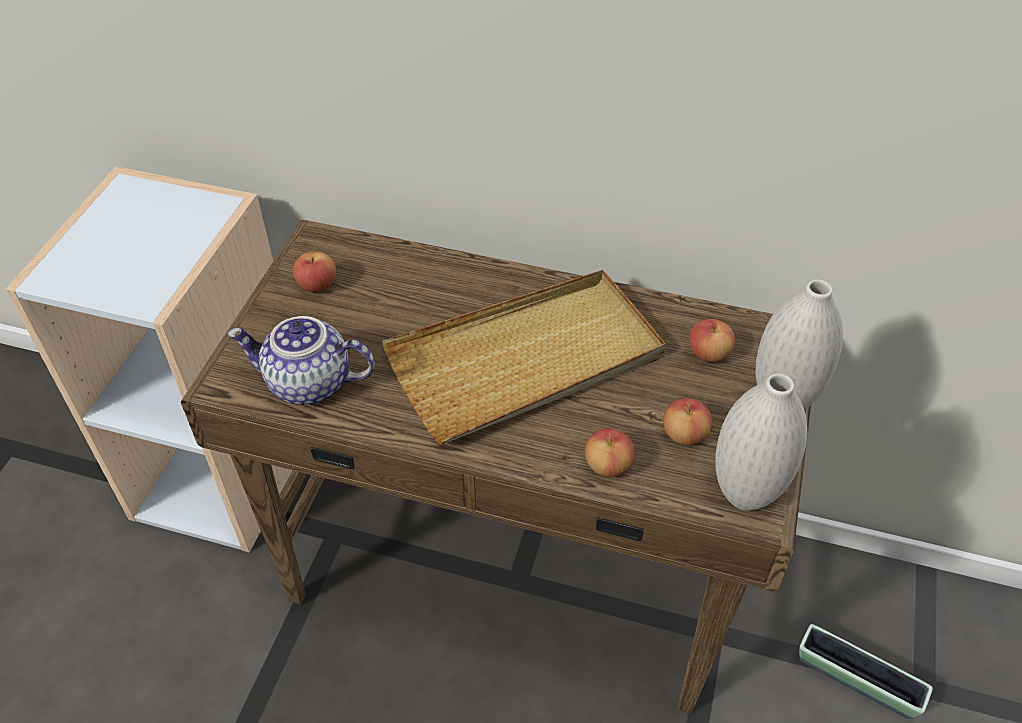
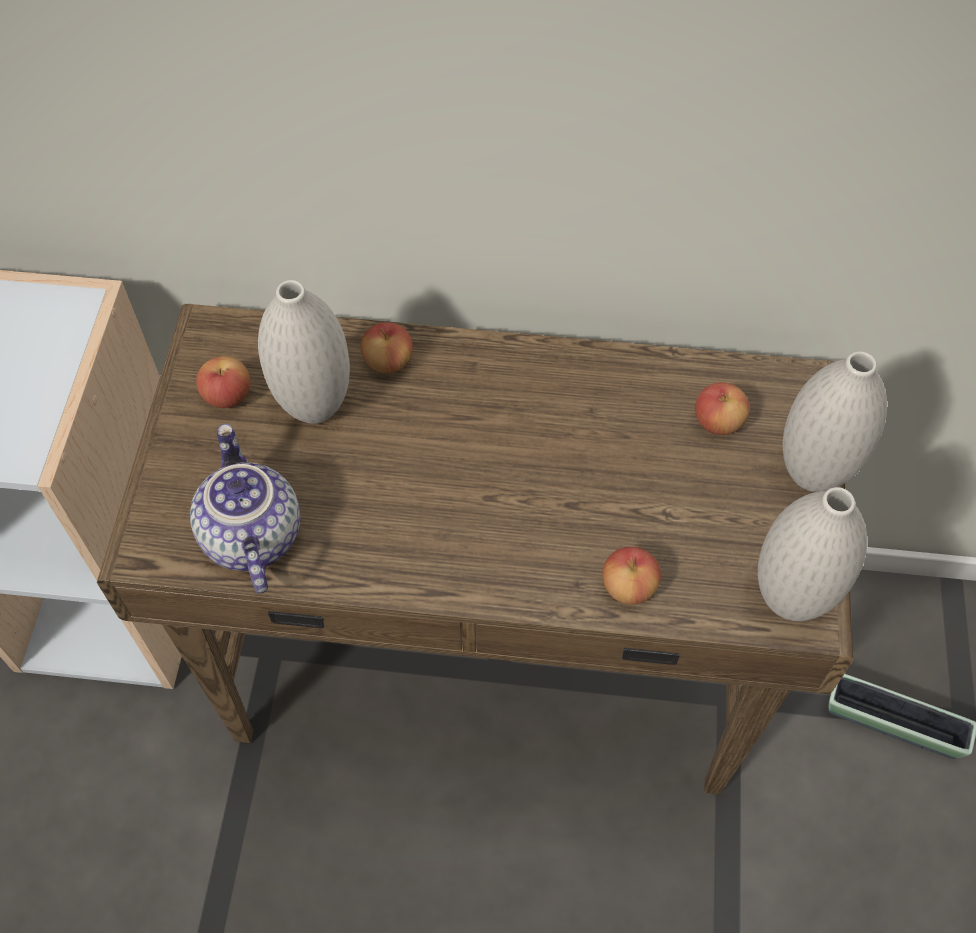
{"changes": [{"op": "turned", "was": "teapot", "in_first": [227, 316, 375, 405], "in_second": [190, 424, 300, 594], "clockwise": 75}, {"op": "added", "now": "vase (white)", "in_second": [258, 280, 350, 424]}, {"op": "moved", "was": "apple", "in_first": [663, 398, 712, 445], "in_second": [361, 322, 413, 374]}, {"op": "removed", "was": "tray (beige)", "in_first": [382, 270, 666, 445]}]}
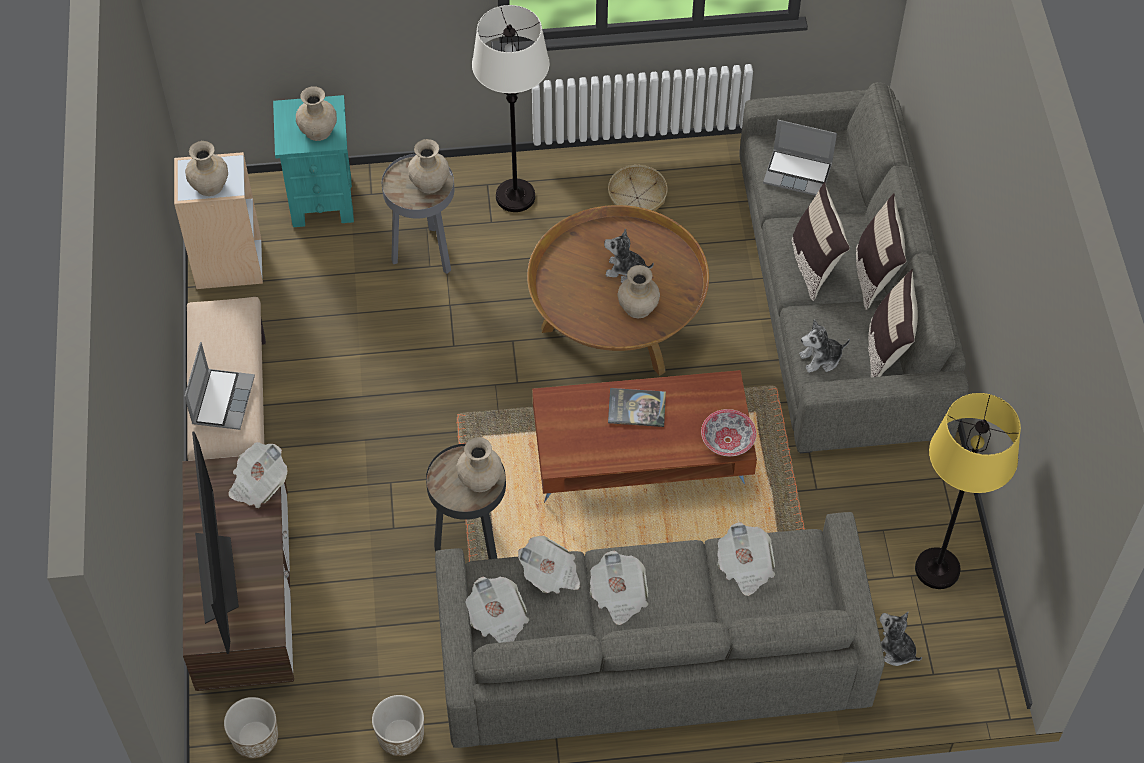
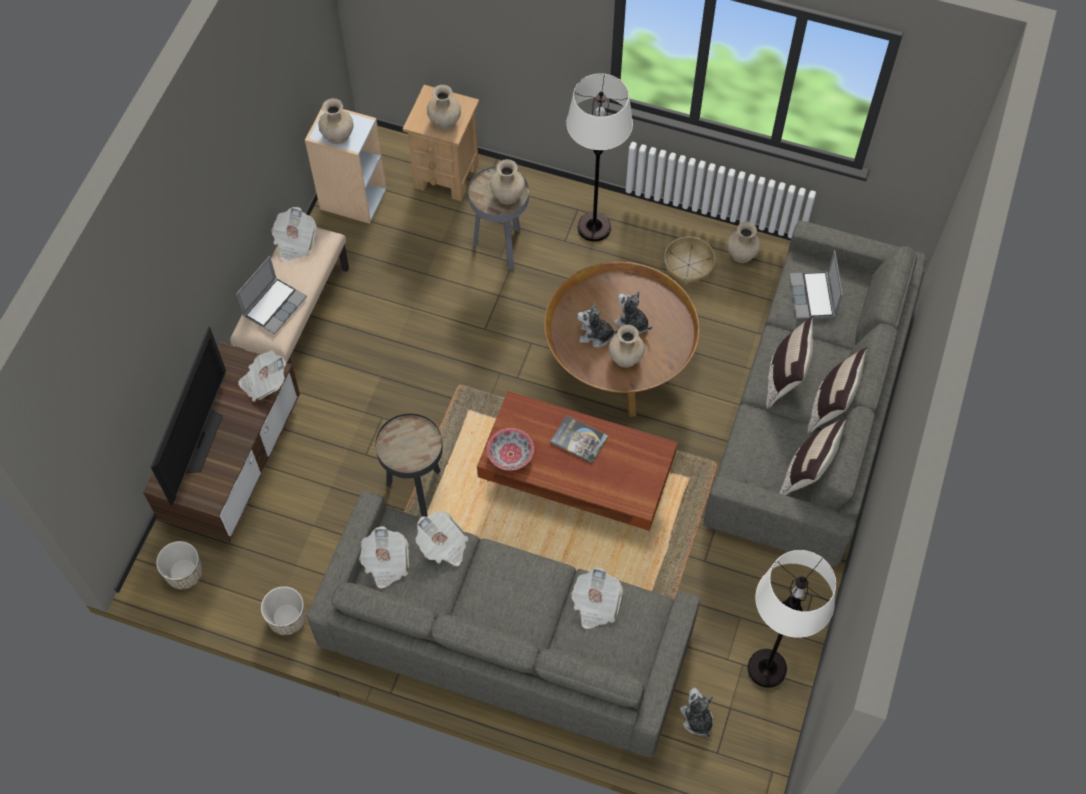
{"changes": [{"op": "moved", "was": "newspaper", "in_first": [590, 551, 648, 625], "in_second": [271, 207, 317, 261]}, {"op": "recoloured", "was": "nightstand (turquoise)", "now": "nightstand (beige)", "in_first": [273, 95, 354, 227], "in_second": [403, 85, 479, 201]}, {"op": "moved", "was": "bowl", "in_first": [701, 409, 756, 456], "in_second": [487, 428, 534, 470]}, {"op": "moved", "was": "plush toy", "in_first": [799, 319, 850, 373], "in_second": [577, 302, 618, 347]}, {"op": "moved", "was": "vase (beige)", "in_first": [456, 437, 503, 492], "in_second": [727, 222, 761, 263]}, {"op": "recoloured", "was": "floor lamp (yellow)", "now": "floor lamp (white)", "in_first": [915, 393, 1021, 589], "in_second": [748, 550, 836, 688]}, {"op": "turned", "was": "laptop", "in_first": [763, 120, 837, 196], "in_second": [789, 250, 843, 319], "clockwise": 45}]}
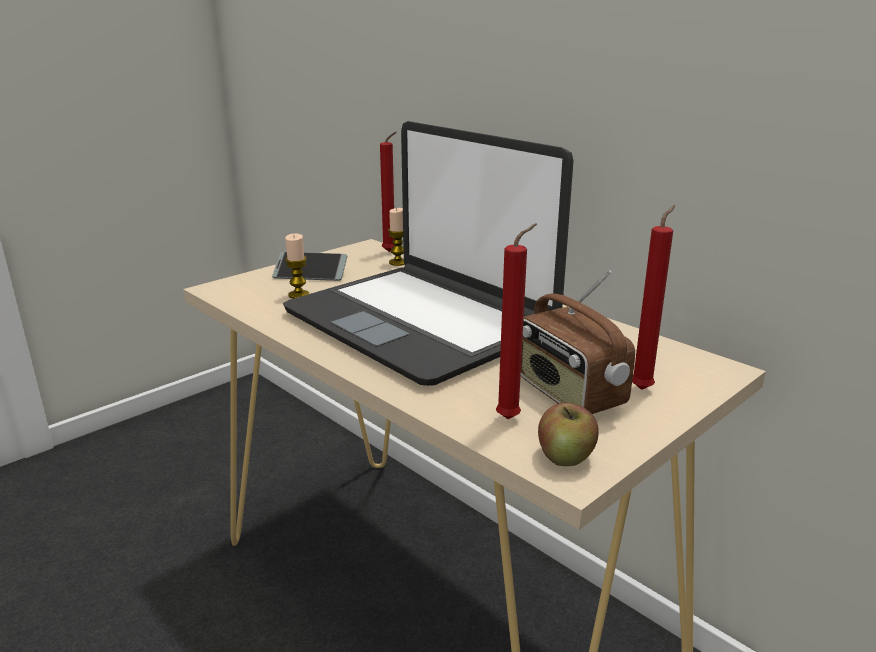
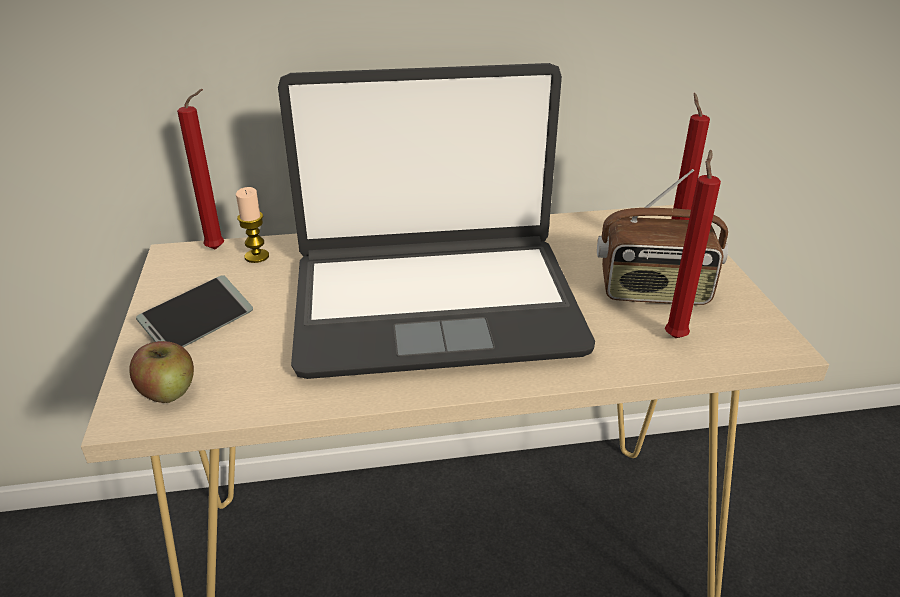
{"changes": [{"op": "moved", "was": "apple", "in_first": [538, 403, 599, 466], "in_second": [129, 341, 194, 403]}, {"op": "removed", "was": "candle", "in_first": [285, 233, 309, 299]}]}
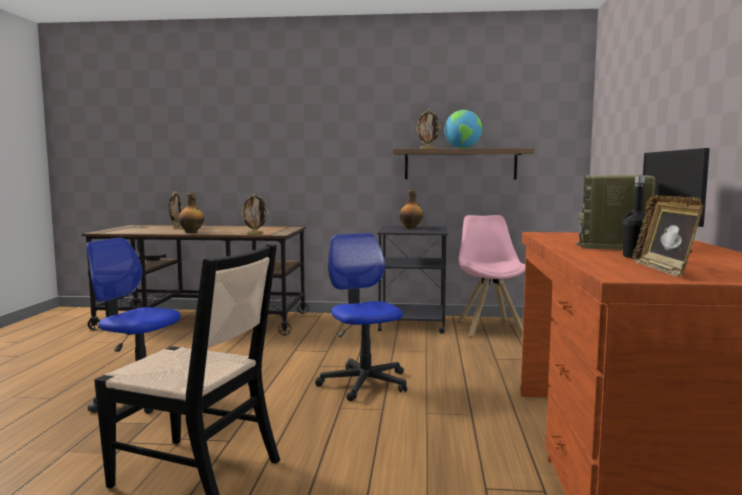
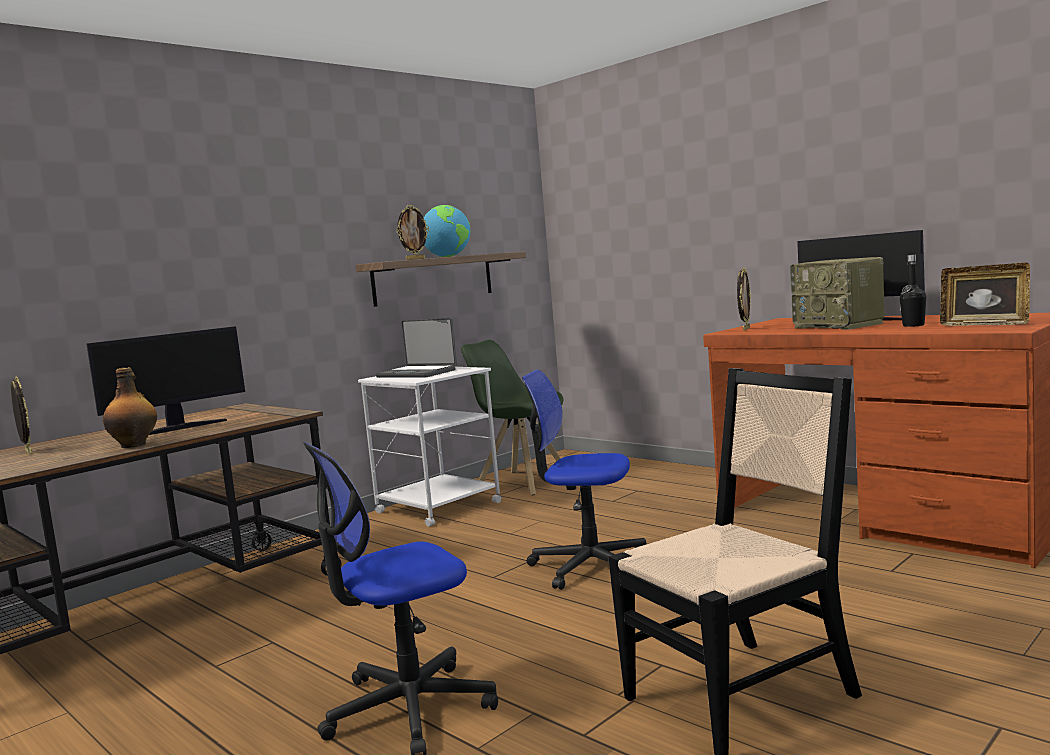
{"changes": [{"op": "added", "now": "monitor", "in_second": [86, 326, 245, 435]}, {"op": "recoloured", "was": "cart (black)", "now": "cart (white)", "in_first": [377, 226, 448, 334], "in_second": [358, 367, 502, 527]}, {"op": "replaced", "was": "bottle", "now": "laptop", "in_first": [399, 190, 423, 229], "in_second": [376, 318, 457, 378]}, {"op": "recoloured", "was": "chair (pink)", "now": "chair (green)", "in_first": [457, 215, 525, 337], "in_second": [461, 340, 563, 495]}, {"op": "moved", "was": "picture frame", "in_first": [241, 194, 268, 235], "in_second": [737, 267, 751, 331]}]}
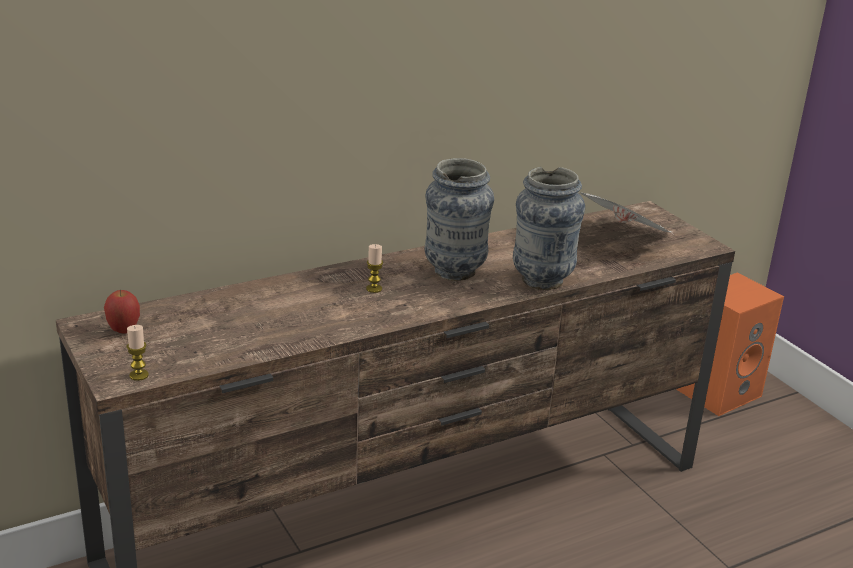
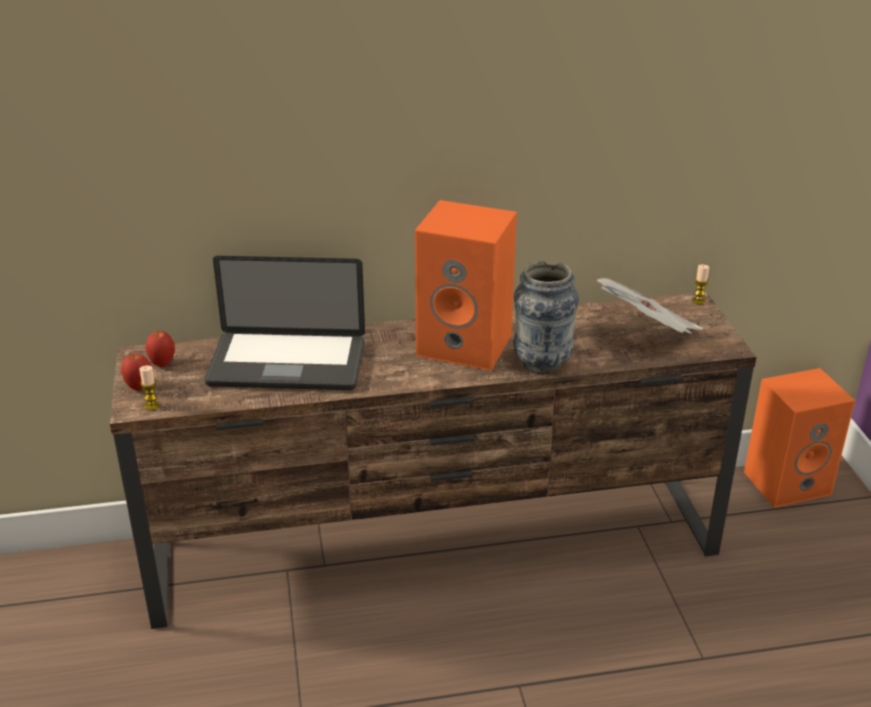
{"changes": [{"op": "added", "now": "apple", "in_second": [121, 354, 151, 391]}, {"op": "added", "now": "laptop", "in_second": [204, 256, 365, 390]}, {"op": "replaced", "was": "vase", "now": "speaker (orange)", "in_first": [425, 158, 494, 281], "in_second": [415, 200, 517, 371]}, {"op": "moved", "was": "candle", "in_first": [366, 244, 383, 293], "in_second": [692, 265, 709, 305]}]}
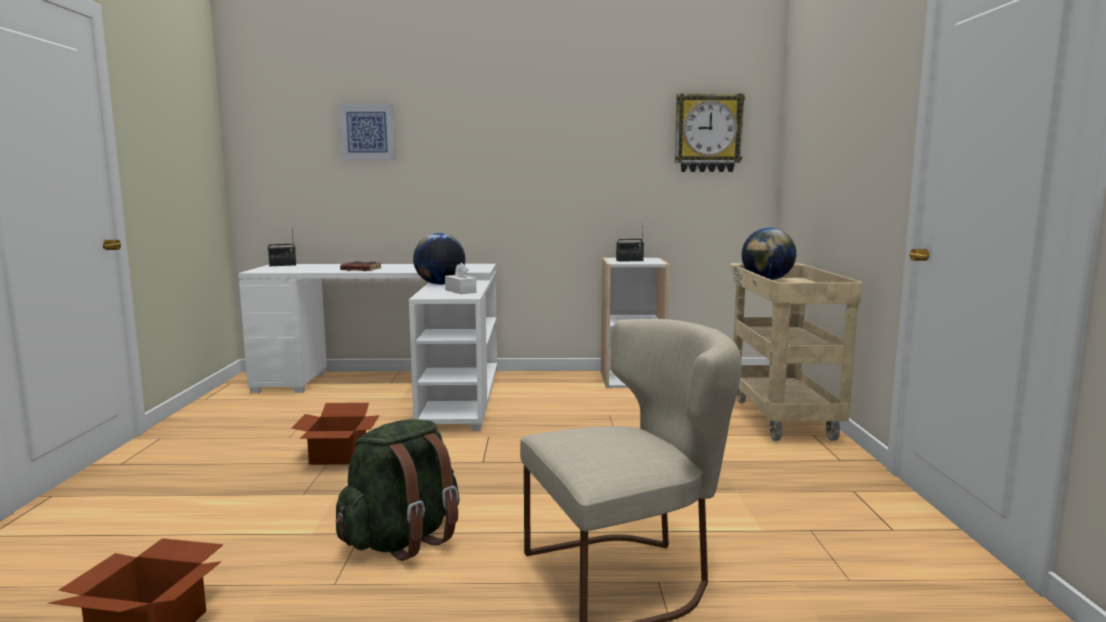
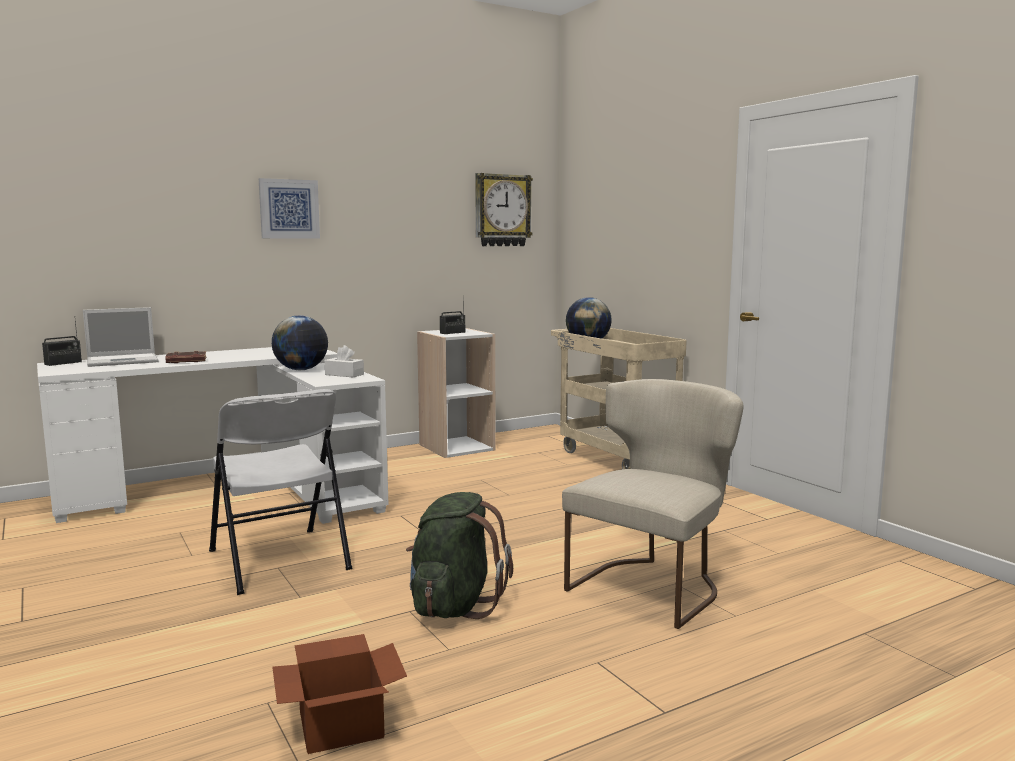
{"changes": [{"op": "added", "now": "laptop", "in_second": [83, 307, 159, 367]}, {"op": "replaced", "was": "cardboard box", "now": "chair (white)", "in_first": [292, 403, 380, 465], "in_second": [209, 389, 353, 595]}, {"op": "moved", "was": "picture", "in_first": [338, 104, 396, 160], "in_second": [259, 178, 320, 238]}]}
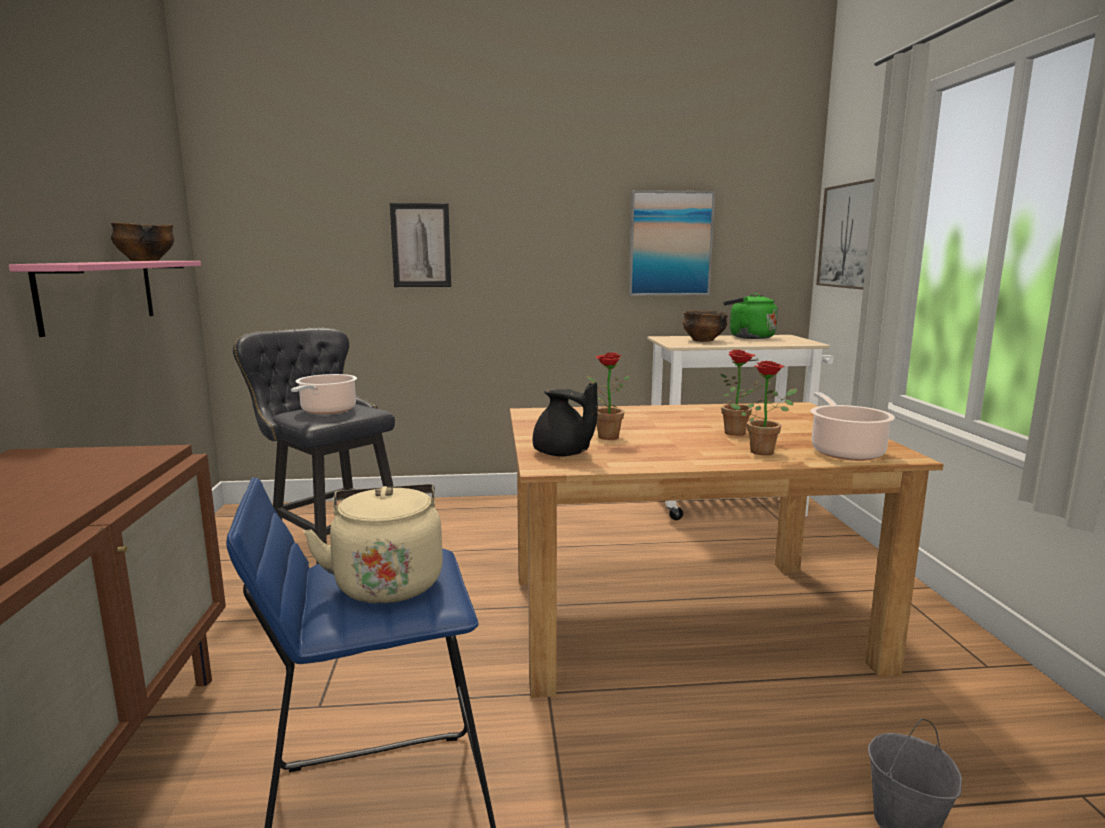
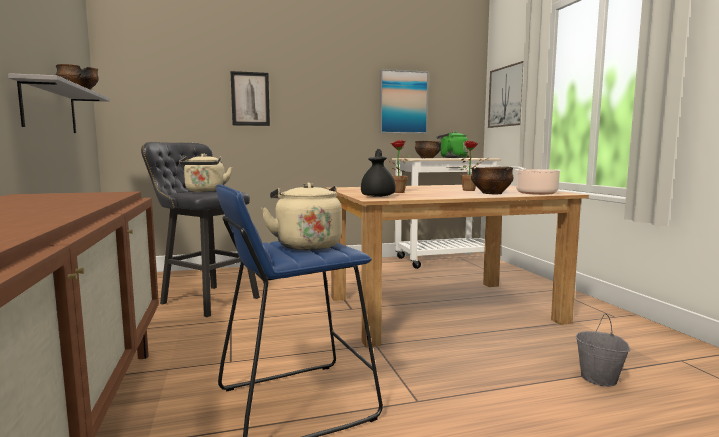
{"changes": [{"op": "recoloured", "was": "shelf (pink)", "now": "shelf (grey)", "in_first": [9, 261, 201, 337], "in_second": [8, 73, 110, 133]}, {"op": "replaced", "was": "cooking pot", "now": "kettle (beige)", "in_first": [291, 374, 357, 414], "in_second": [179, 154, 232, 192]}, {"op": "turned", "was": "teapot (black)", "in_first": [533, 382, 598, 456], "in_second": [361, 149, 396, 197], "clockwise": -120}, {"op": "replaced", "was": "potted plant", "now": "bowl", "in_first": [730, 360, 798, 455], "in_second": [471, 167, 514, 194]}]}
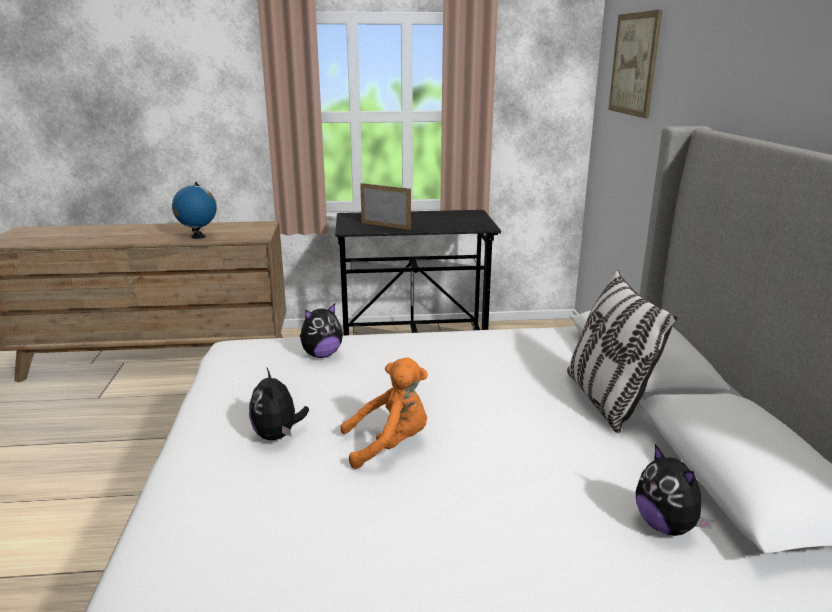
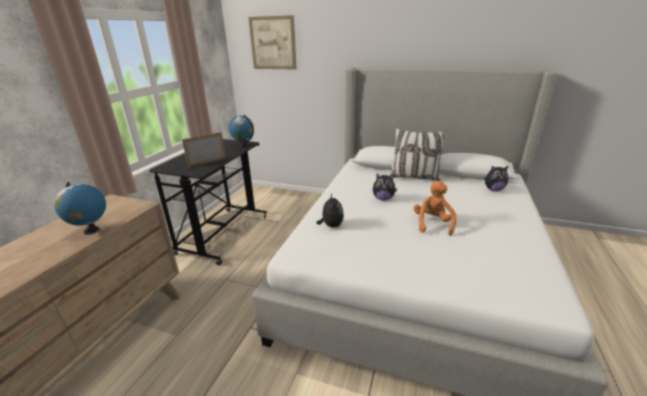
{"changes": [{"op": "added", "now": "globe", "in_second": [228, 115, 254, 147]}, {"op": "moved", "was": "plush toy", "in_first": [249, 368, 309, 440], "in_second": [373, 173, 397, 201]}]}
